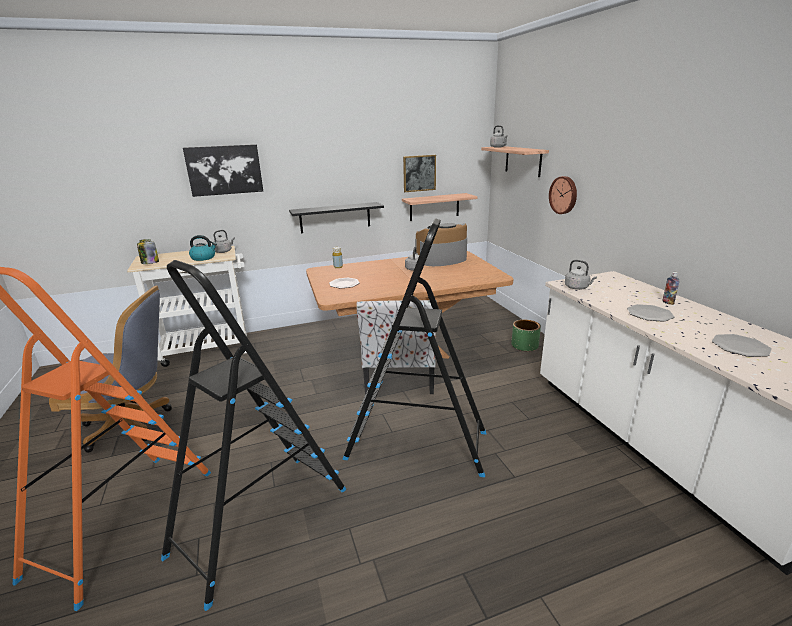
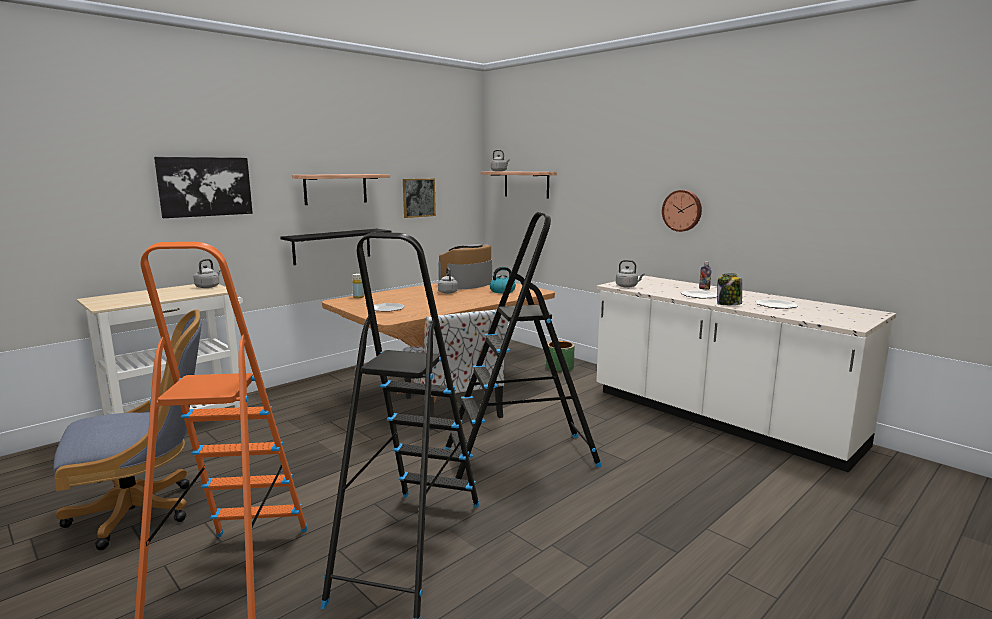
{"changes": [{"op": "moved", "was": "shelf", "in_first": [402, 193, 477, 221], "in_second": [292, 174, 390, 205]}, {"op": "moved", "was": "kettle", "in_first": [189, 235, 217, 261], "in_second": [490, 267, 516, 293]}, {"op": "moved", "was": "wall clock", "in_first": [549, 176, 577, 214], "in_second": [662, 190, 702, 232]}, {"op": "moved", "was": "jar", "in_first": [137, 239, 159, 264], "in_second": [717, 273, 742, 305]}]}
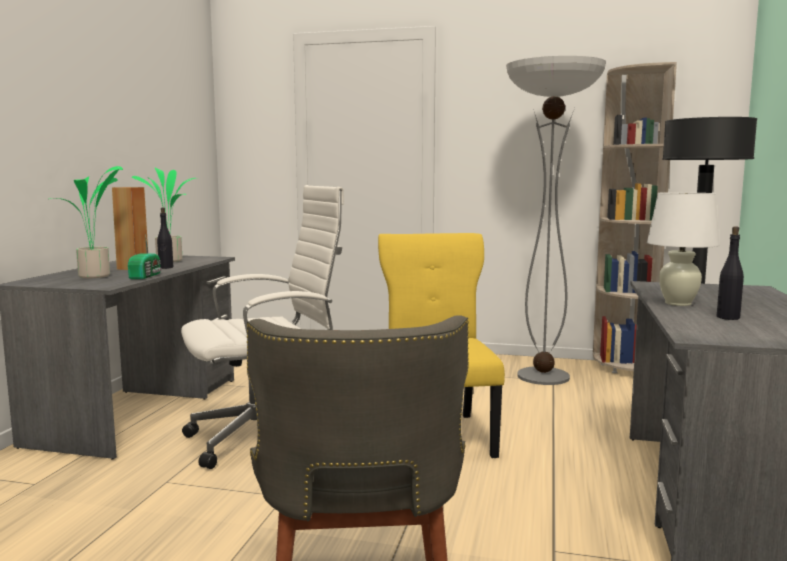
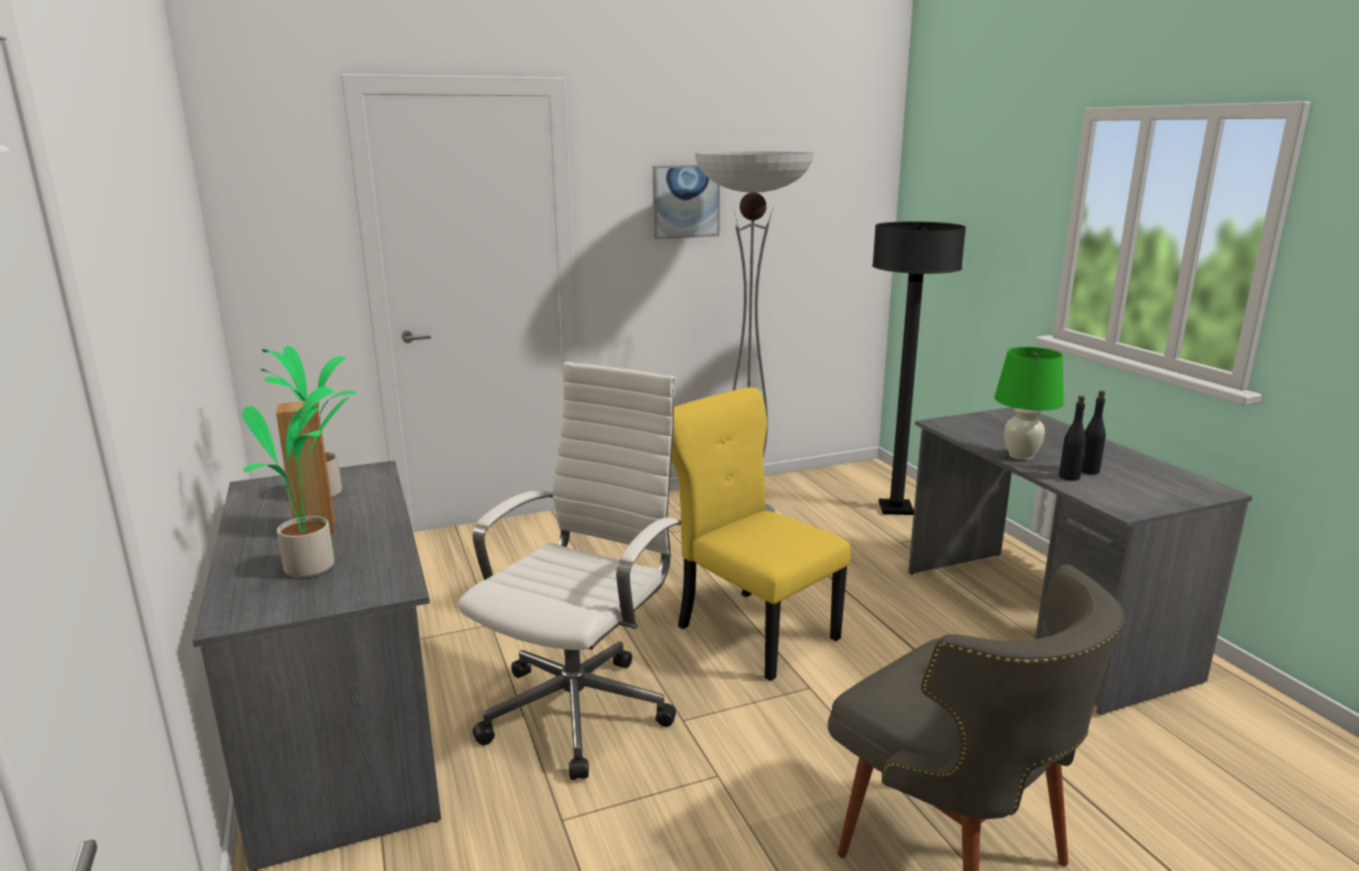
{"changes": [{"op": "added", "now": "picture", "in_second": [653, 165, 720, 239]}, {"op": "recoloured", "was": "table lamp (white)", "now": "table lamp (green)", "in_first": [647, 192, 720, 306], "in_second": [994, 347, 1064, 460]}, {"op": "moved", "was": "bottle (black)", "in_first": [157, 208, 173, 269], "in_second": [1059, 396, 1086, 481]}, {"op": "removed", "was": "radio", "in_first": [128, 234, 162, 279]}, {"op": "removed", "was": "bookcase (beige)", "in_first": [593, 62, 677, 374]}]}
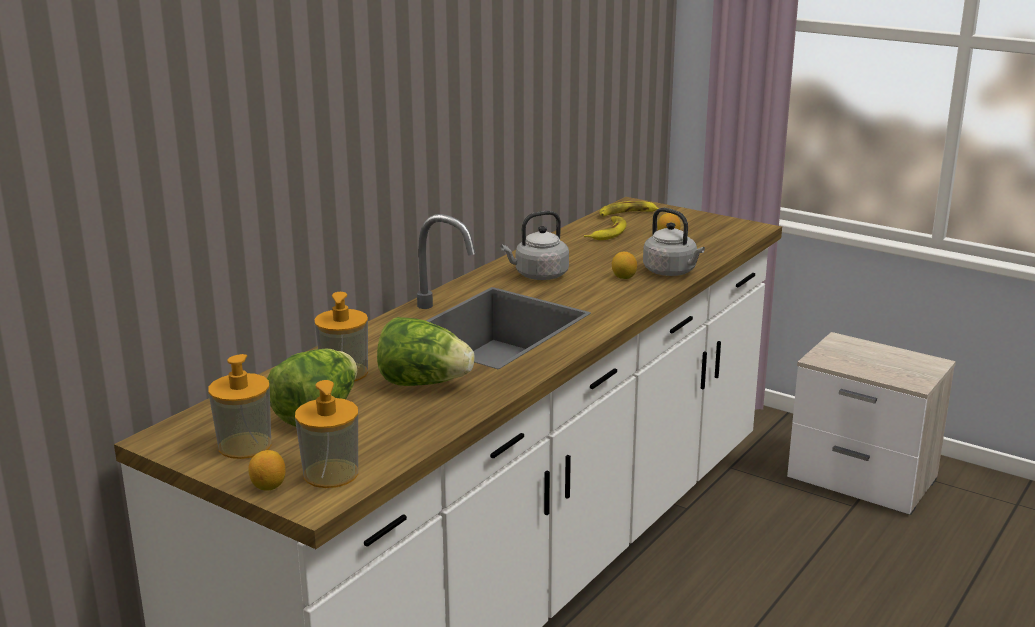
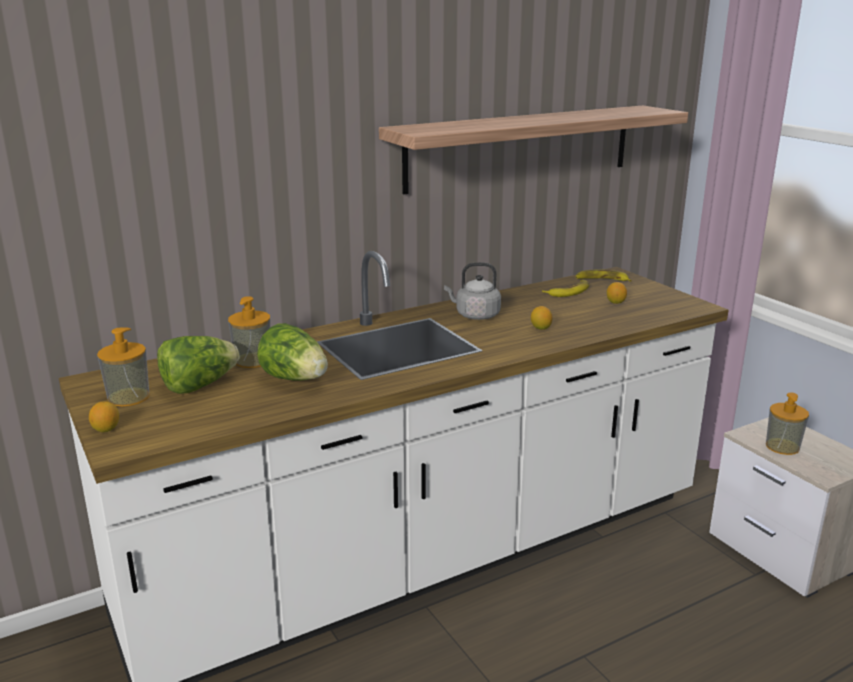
{"changes": [{"op": "added", "now": "shelf", "in_second": [379, 106, 688, 194]}, {"op": "moved", "was": "soap dispenser", "in_first": [295, 380, 358, 488], "in_second": [766, 393, 809, 455]}, {"op": "removed", "was": "kettle (grey)", "in_first": [643, 208, 705, 276]}]}
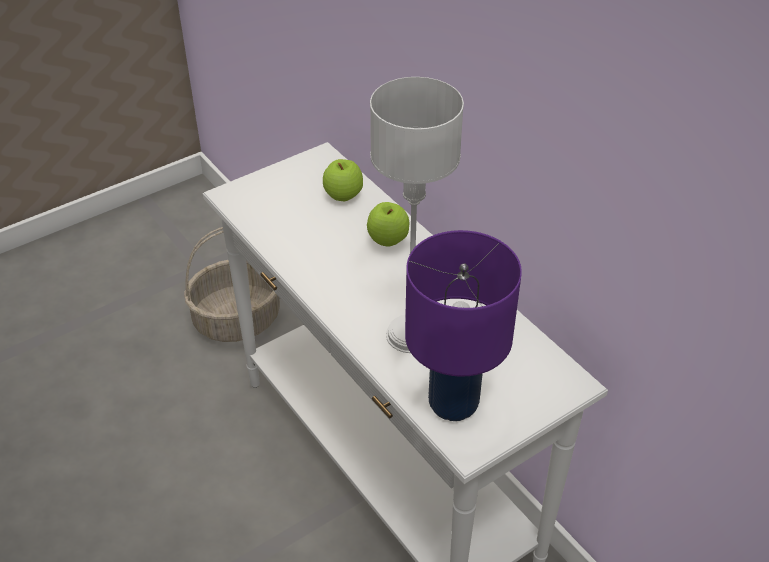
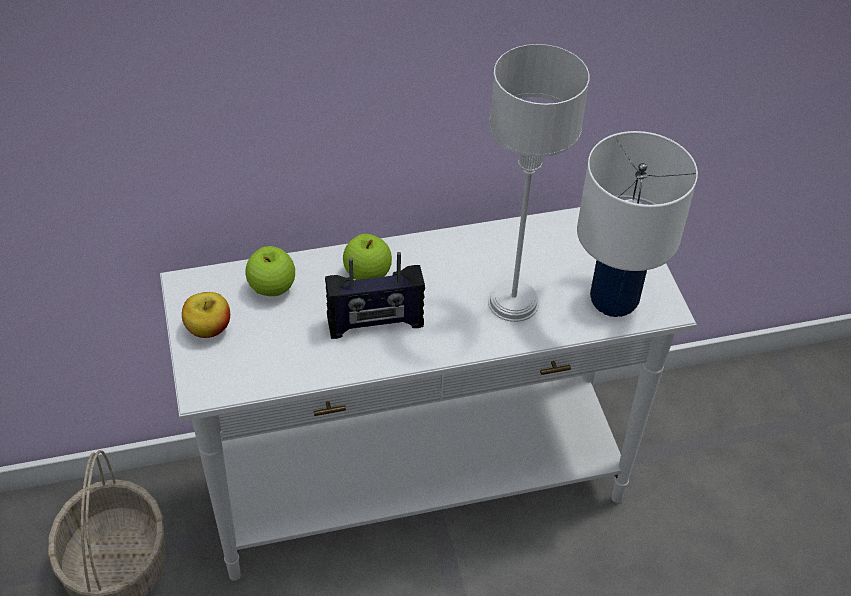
{"changes": [{"op": "added", "now": "apple", "in_second": [182, 292, 230, 338]}, {"op": "added", "now": "radio", "in_second": [325, 252, 425, 339]}, {"op": "recoloured", "was": "table lamp (purple)", "now": "table lamp (white)", "in_first": [405, 230, 522, 421], "in_second": [577, 131, 698, 317]}]}
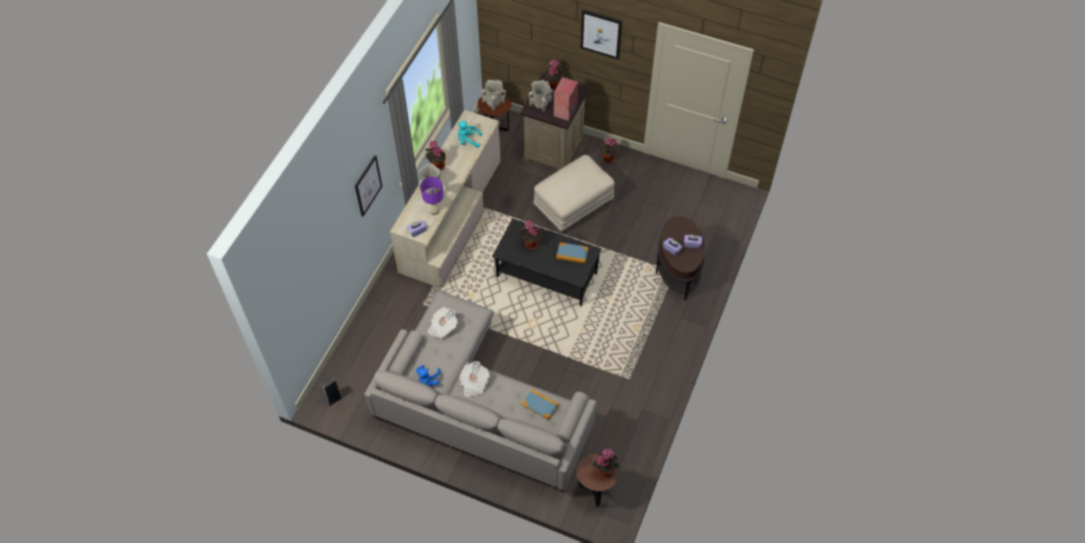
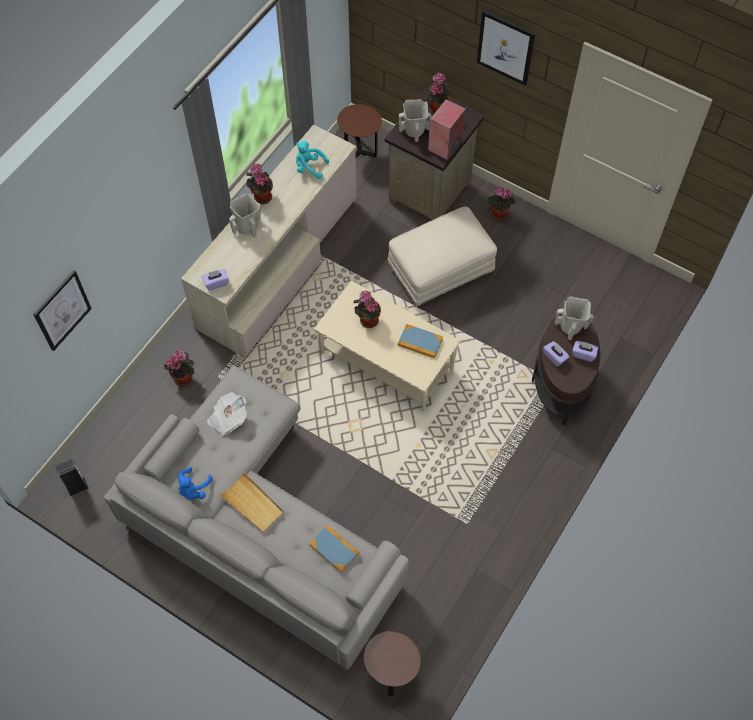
{"changes": [{"op": "moved", "was": "picture", "in_first": [355, 155, 382, 217], "in_second": [33, 270, 92, 351]}, {"op": "moved", "was": "potted plant", "in_first": [593, 449, 619, 479], "in_second": [164, 350, 194, 386]}, {"op": "replaced", "was": "newspaper", "now": "tray (beige)", "in_first": [459, 361, 490, 397], "in_second": [220, 472, 284, 533]}, {"op": "recoloured", "was": "coffee table (black)", "now": "coffee table (beige)", "in_first": [492, 218, 602, 306], "in_second": [314, 281, 461, 412]}, {"op": "moved", "was": "vase (beige)", "in_first": [481, 80, 506, 110], "in_second": [555, 297, 594, 340]}, {"op": "removed", "was": "table lamp (purple)", "in_first": [421, 177, 443, 215]}]}
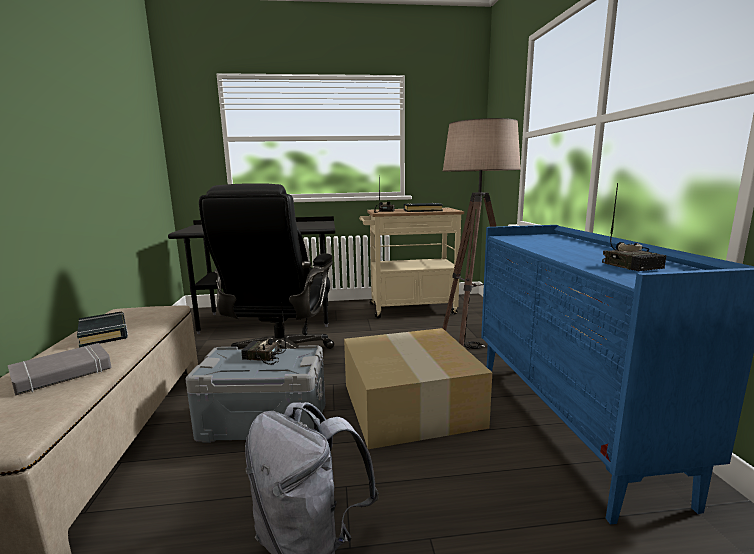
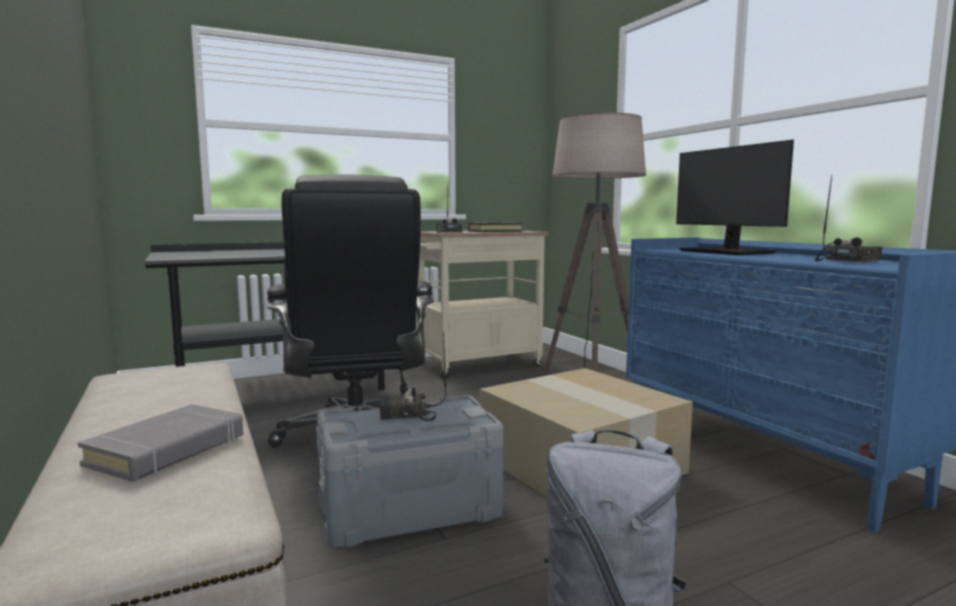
{"changes": [{"op": "added", "now": "monitor", "in_second": [676, 140, 794, 255]}, {"op": "turned", "was": "radio", "in_first": [602, 183, 666, 271], "in_second": [814, 175, 882, 262], "clockwise": -90}, {"op": "removed", "was": "book (black)", "in_first": [77, 312, 128, 348]}]}
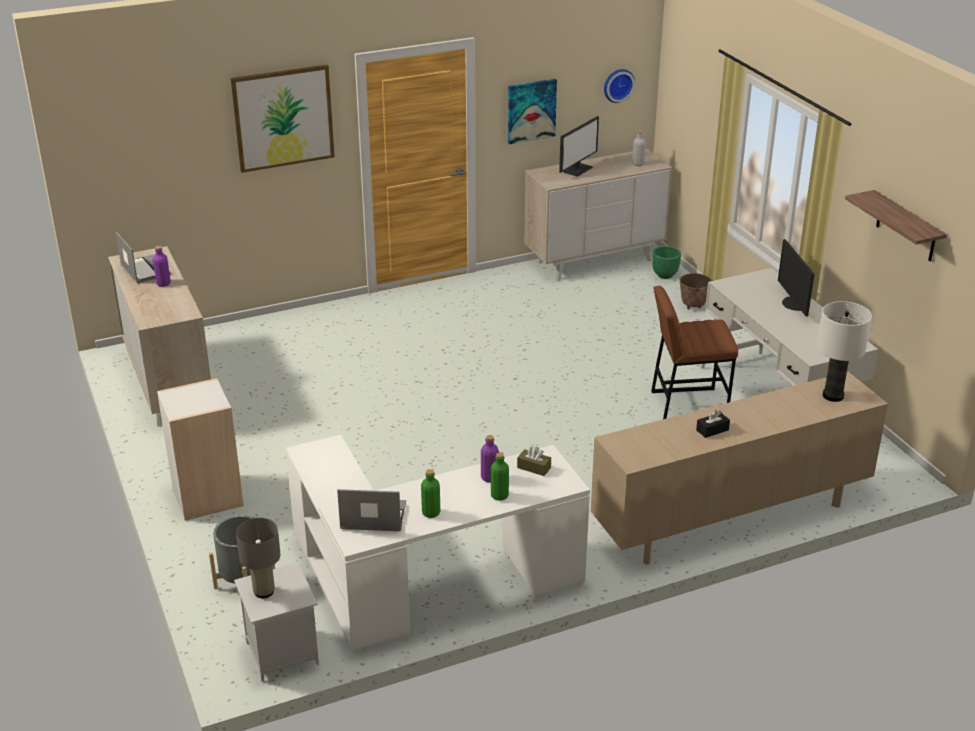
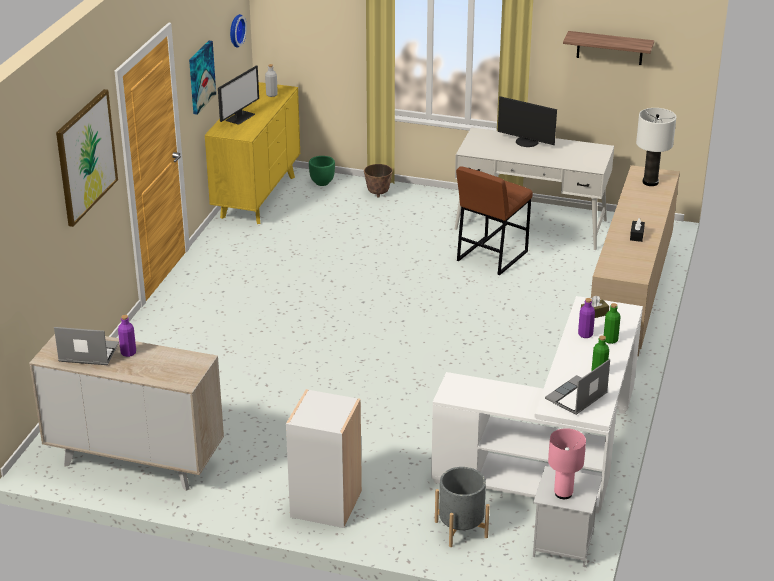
{"changes": [{"op": "recoloured", "was": "dresser (white)", "now": "dresser (yellow)", "in_first": [524, 149, 672, 281], "in_second": [205, 82, 300, 224]}, {"op": "turned", "was": "monitor", "in_first": [559, 116, 599, 177], "in_second": [218, 66, 259, 125], "clockwise": 45}, {"op": "recoloured", "was": "table lamp (grey)", "now": "table lamp (pink)", "in_first": [236, 518, 280, 598], "in_second": [548, 428, 586, 499]}]}
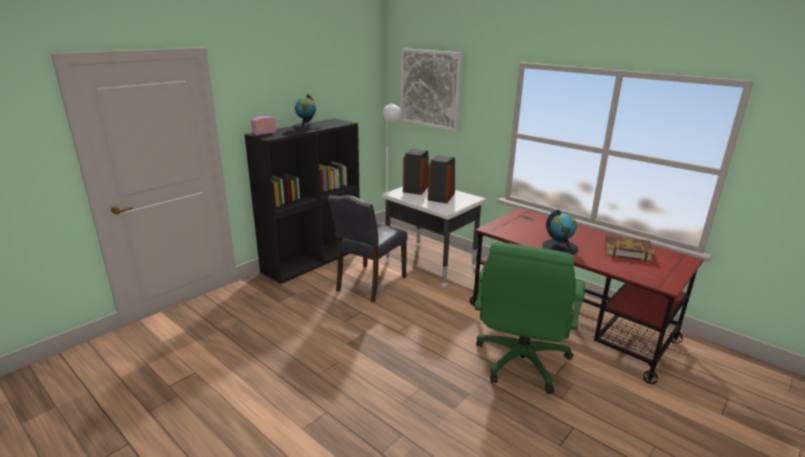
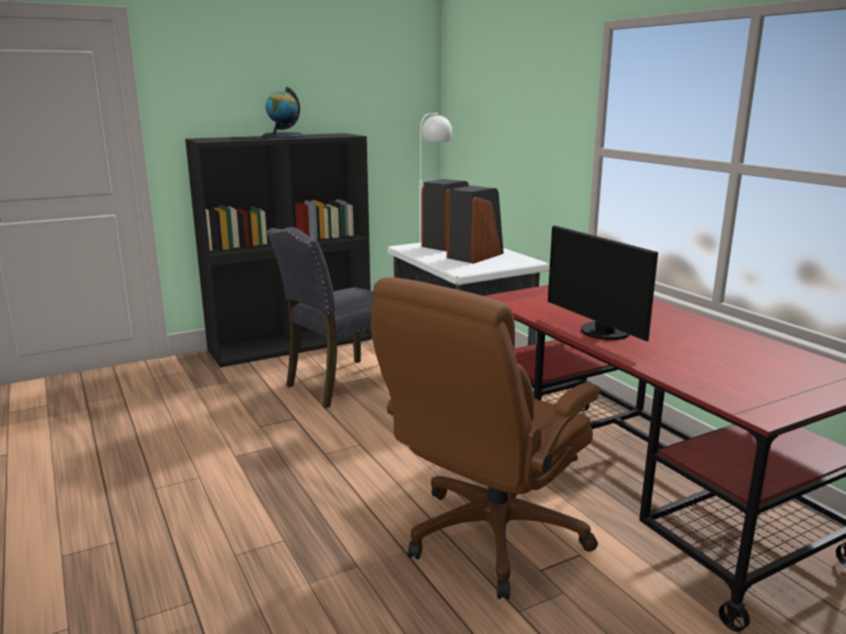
{"changes": [{"op": "recoloured", "was": "office chair (green)", "now": "office chair (brown)", "in_first": [475, 242, 585, 394], "in_second": [371, 277, 600, 599]}, {"op": "replaced", "was": "globe", "now": "monitor", "in_first": [542, 210, 578, 254], "in_second": [548, 225, 658, 341]}, {"op": "removed", "was": "radio", "in_first": [251, 116, 276, 136]}, {"op": "removed", "was": "picture", "in_first": [400, 48, 462, 132]}, {"op": "removed", "was": "book", "in_first": [605, 235, 655, 262]}]}
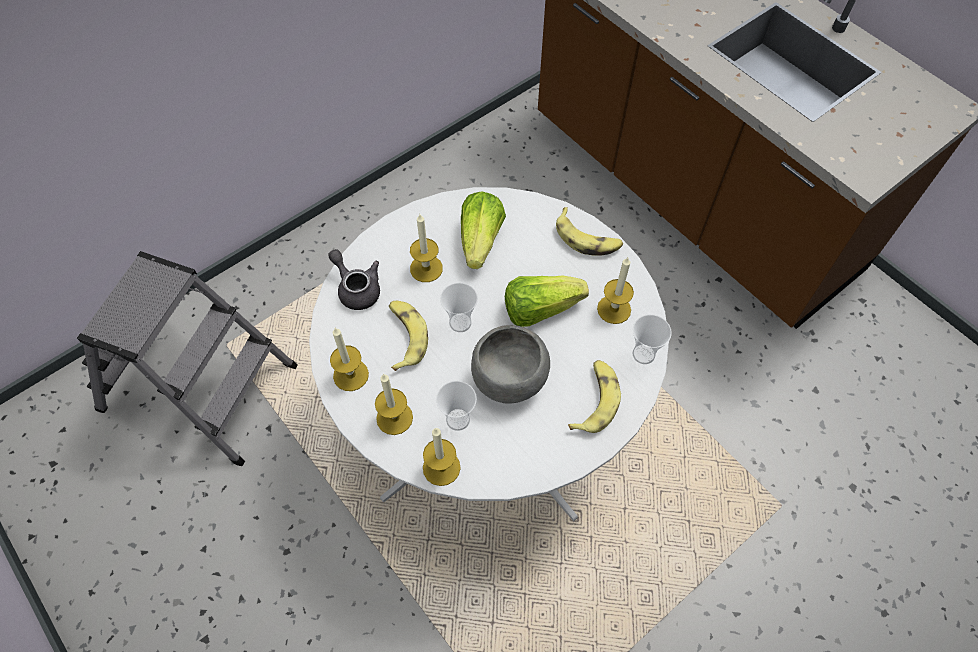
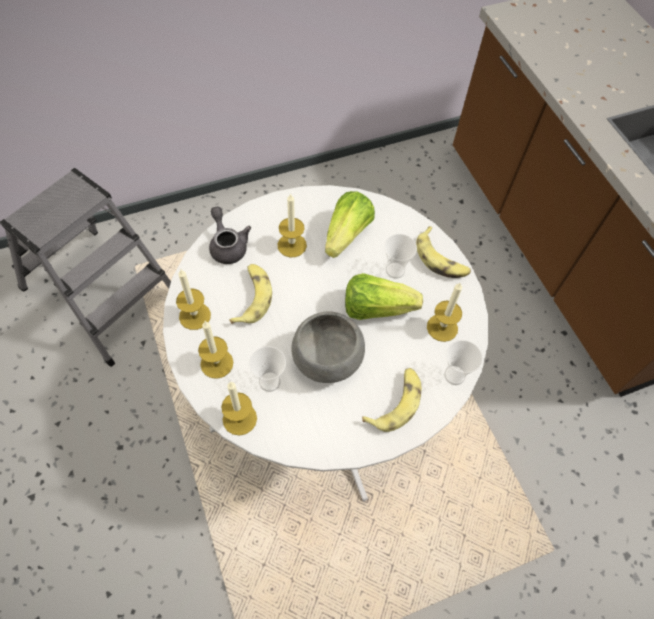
{"changes": [{"op": "moved", "was": "cup", "in_first": [440, 283, 478, 332], "in_second": [384, 234, 417, 279]}]}
